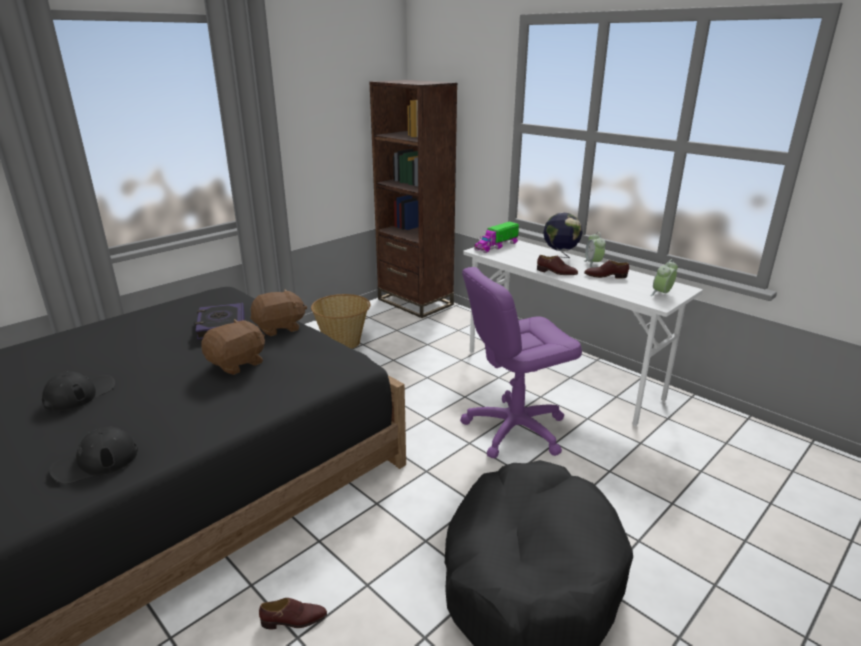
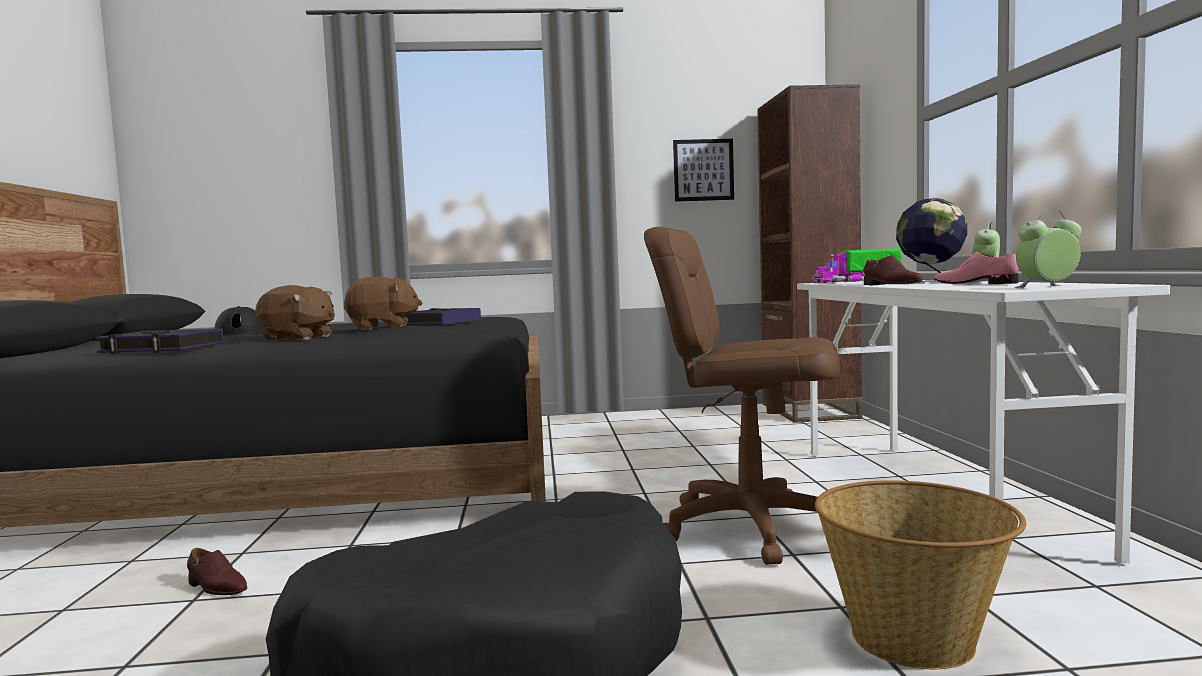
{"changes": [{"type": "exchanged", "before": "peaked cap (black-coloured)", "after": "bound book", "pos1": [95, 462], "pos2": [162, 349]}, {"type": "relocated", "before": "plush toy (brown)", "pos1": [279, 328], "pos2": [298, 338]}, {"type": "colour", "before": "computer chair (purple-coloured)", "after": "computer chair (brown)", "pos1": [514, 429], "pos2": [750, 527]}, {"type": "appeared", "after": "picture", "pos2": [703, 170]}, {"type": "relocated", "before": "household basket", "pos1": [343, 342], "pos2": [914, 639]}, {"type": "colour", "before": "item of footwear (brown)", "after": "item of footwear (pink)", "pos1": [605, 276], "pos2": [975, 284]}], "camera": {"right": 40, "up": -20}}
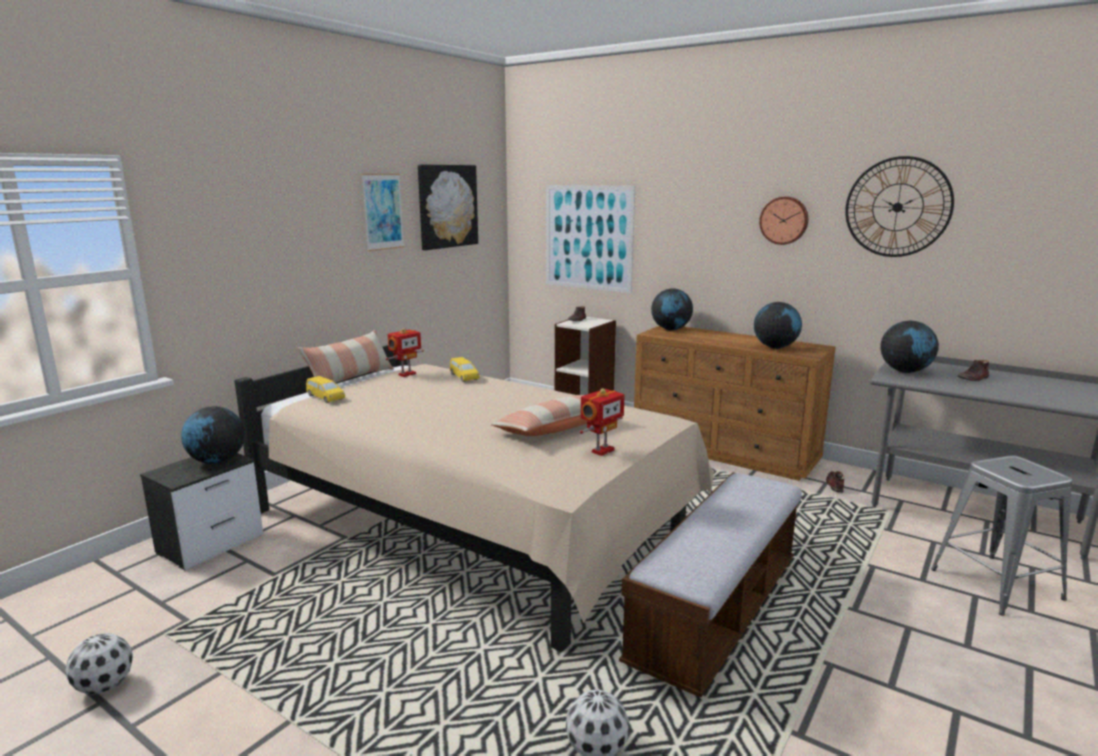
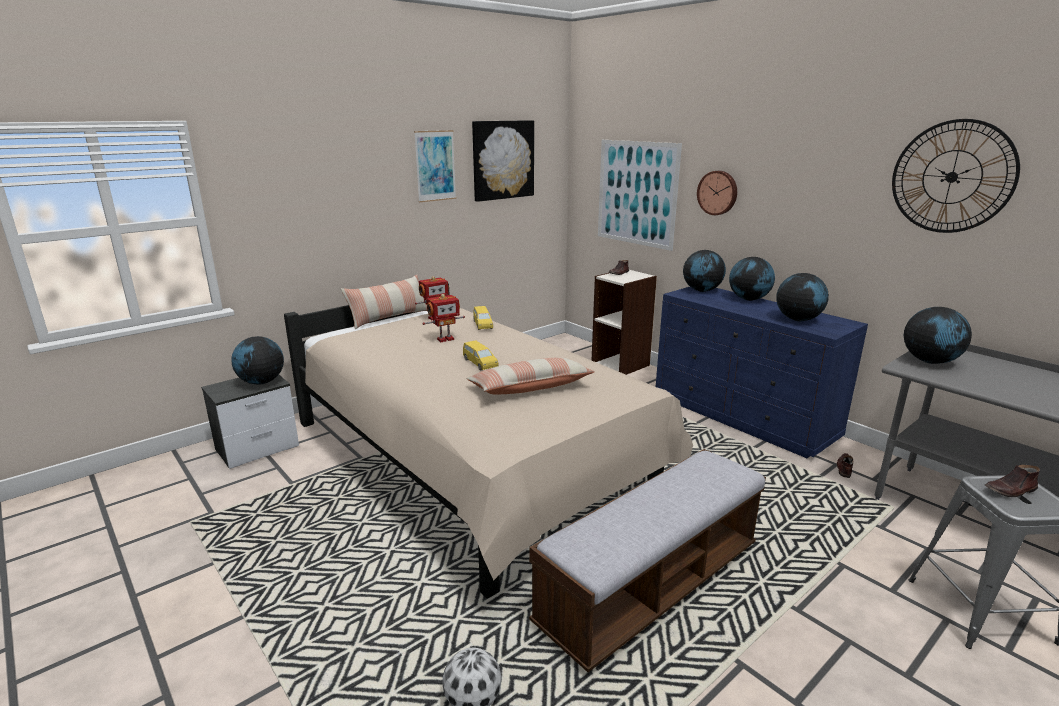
{"changes": [{"type": "relocated", "before": "toy robot", "pos1": [601, 450], "pos2": [445, 339]}, {"type": "relocated", "before": "model car (yellow)", "pos1": [325, 397], "pos2": [480, 363]}, {"type": "colour", "before": "drawer chest (brown)", "after": "drawer chest (blue-coloured)", "pos1": [725, 451], "pos2": [743, 416]}, {"type": "relocated", "before": "clock on the wall", "pos1": [784, 220], "pos2": [718, 192]}, {"type": "appeared", "after": "world globe", "pos2": [749, 299]}, {"type": "relocated", "before": "item of footwear (brown)", "pos1": [973, 378], "pos2": [1010, 490]}, {"type": "missing", "before": "football ball", "pos1": [105, 686]}], "camera": {"right": 15, "up": 5}}
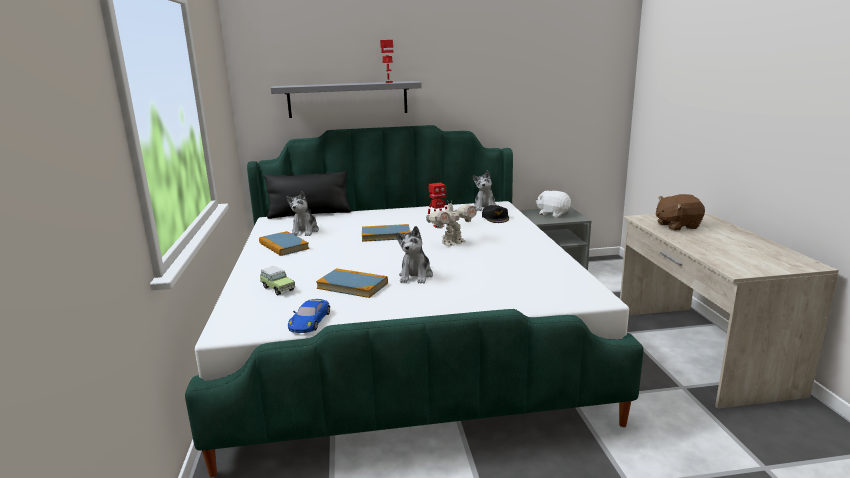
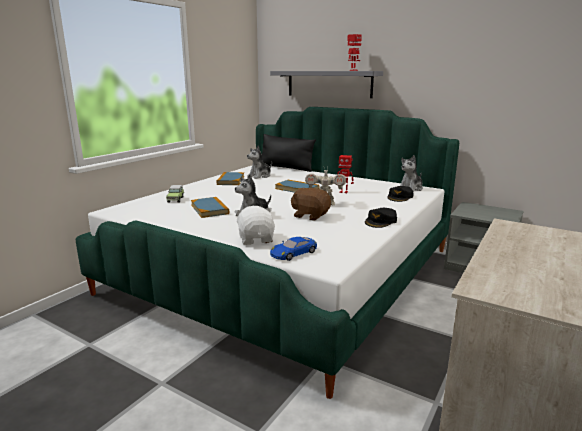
{"changes": [{"type": "relocated", "before": "plush toy (white)", "pos1": [553, 214], "pos2": [256, 239]}, {"type": "relocated", "before": "model car (blue-coloured)", "pos1": [310, 321], "pos2": [293, 253]}, {"type": "relocated", "before": "plush toy (brown)", "pos1": [677, 226], "pos2": [310, 215]}, {"type": "appeared", "after": "peaked cap (black-coloured)", "pos2": [381, 221]}], "camera": {"right": 40, "up": 0}}
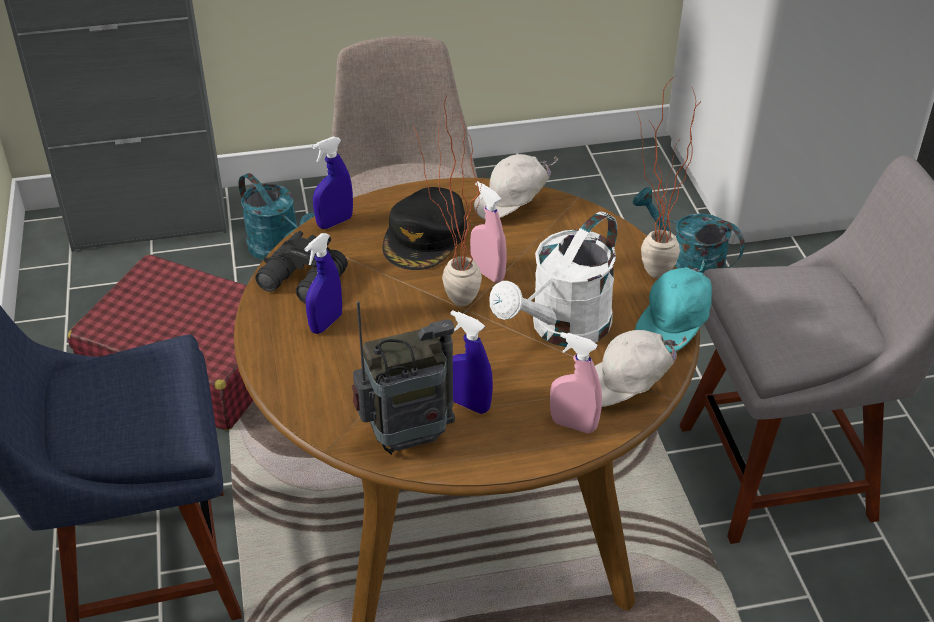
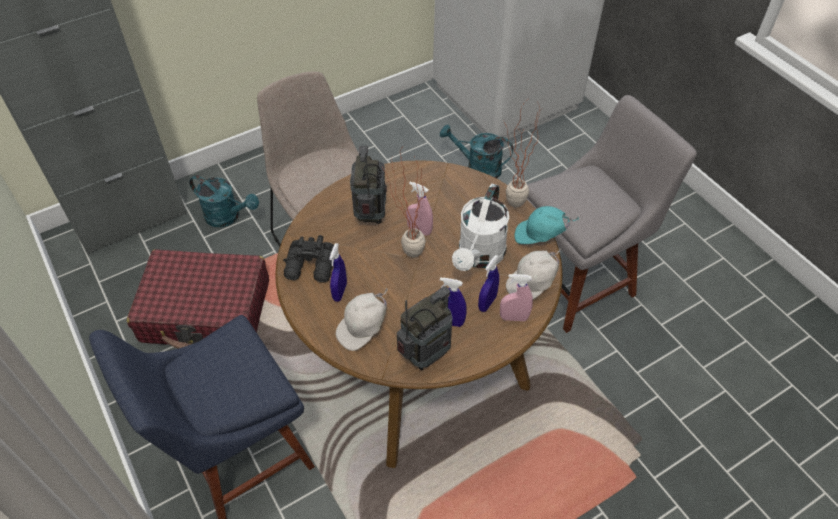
{"changes": [{"type": "relocated", "before": "peaked cap (white)", "pos1": [513, 205], "pos2": [363, 328]}, {"type": "exchanged", "before": "peaked cap (black-coloured)", "after": "radio set", "pos1": [425, 237], "pos2": [371, 215]}, {"type": "relocated", "before": "spray bottle (blue-coloured)", "pos1": [335, 222], "pos2": [487, 303]}, {"type": "spun", "before": "peaked cap (blue-green)", "pos1": [675, 326], "pos2": [540, 236], "turn": 75}], "camera": {"right": -20, "up": 10}}
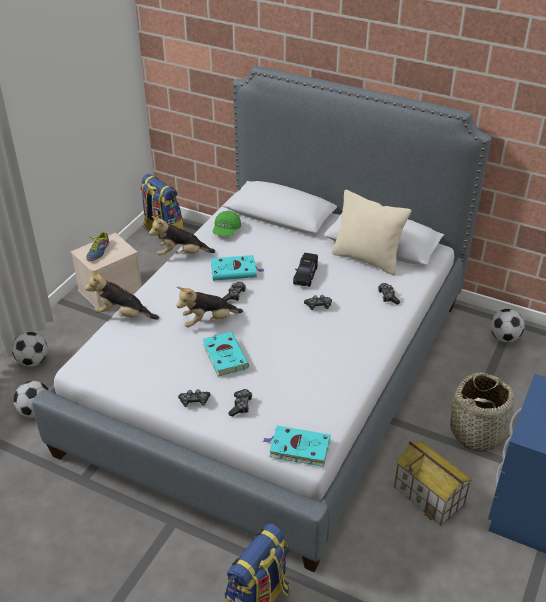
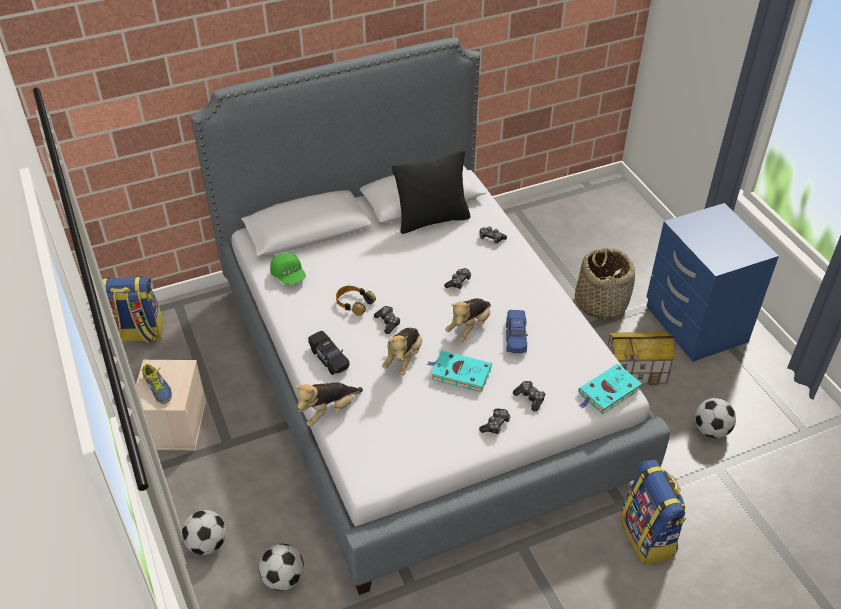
{"changes": [{"type": "relocated", "before": "model car (black-coloured)", "pos1": [305, 275], "pos2": [329, 358]}, {"type": "exchanged", "before": "bound book (blue-green)", "after": "headphones", "pos1": [235, 270], "pos2": [354, 303]}, {"type": "colour", "before": "pillow (sand-coloured)", "after": "pillow (black-coloured)", "pos1": [367, 259], "pos2": [432, 219]}, {"type": "relocated", "before": "plush toy", "pos1": [181, 254], "pos2": [469, 327]}, {"type": "appeared", "after": "model car (blue-coloured)", "pos2": [516, 337]}, {"type": "relocated", "before": "football ball", "pos1": [504, 338], "pos2": [711, 430]}], "camera": {"right": -50, "up": 5}}
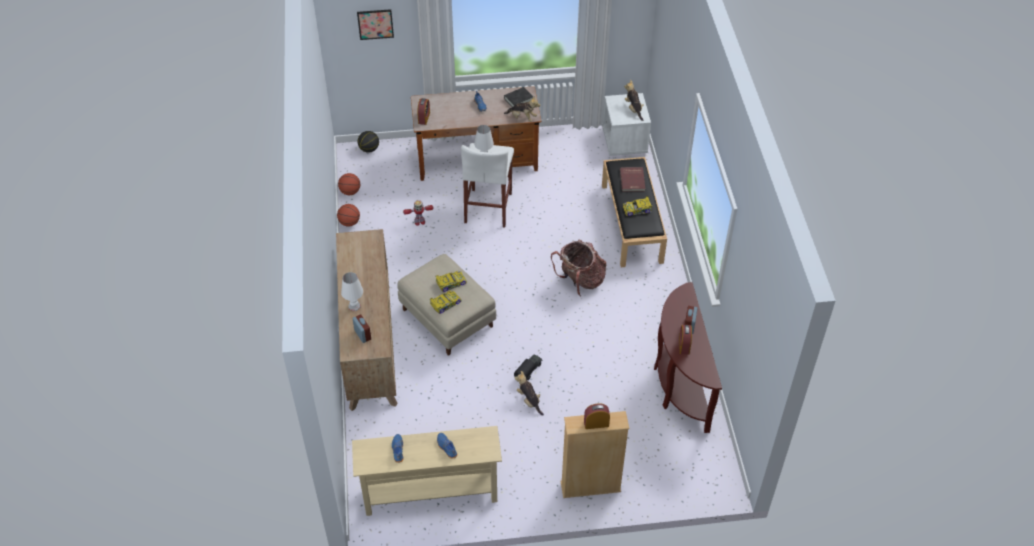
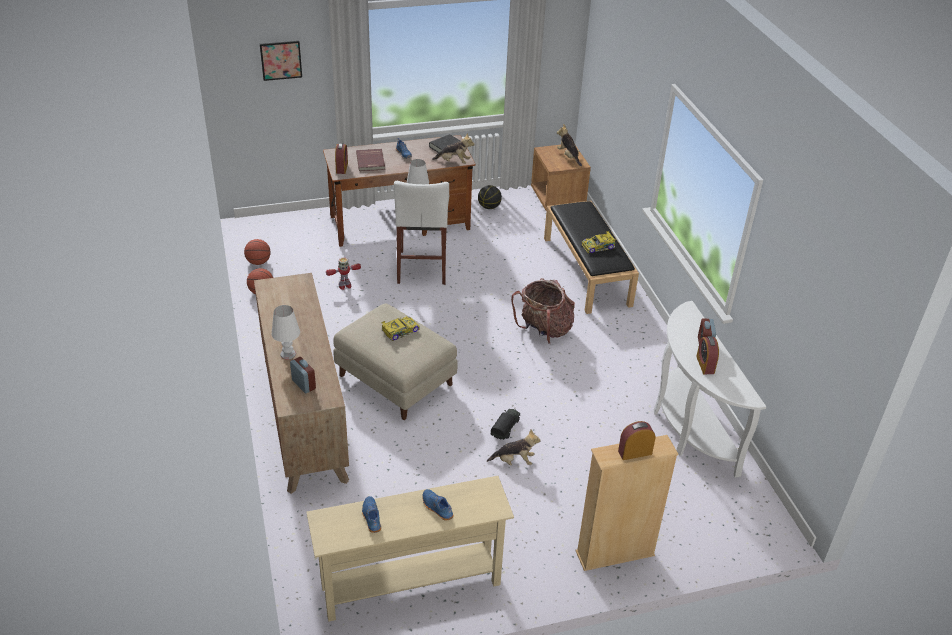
{"changes": [{"type": "relocated", "before": "bound book (reddish)", "pos1": [633, 180], "pos2": [371, 161]}, {"type": "relocated", "before": "ball for basketball", "pos1": [369, 149], "pos2": [489, 207]}, {"type": "spun", "before": "plush toy", "pos1": [529, 400], "pos2": [514, 461], "turn": 135}, {"type": "colour", "before": "nightstand (white)", "after": "nightstand (brown)", "pos1": [624, 141], "pos2": [558, 198]}, {"type": "colour", "before": "console table (brown)", "after": "console table (white)", "pos1": [679, 385], "pos2": [689, 428]}, {"type": "missing", "before": "model car", "pos1": [445, 304]}], "camera": {"right": -10, "up": -10}}
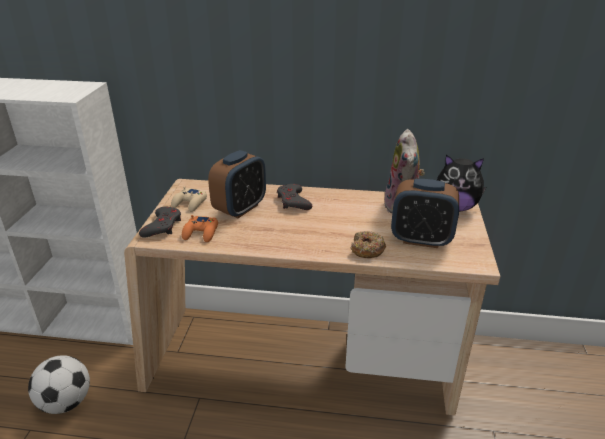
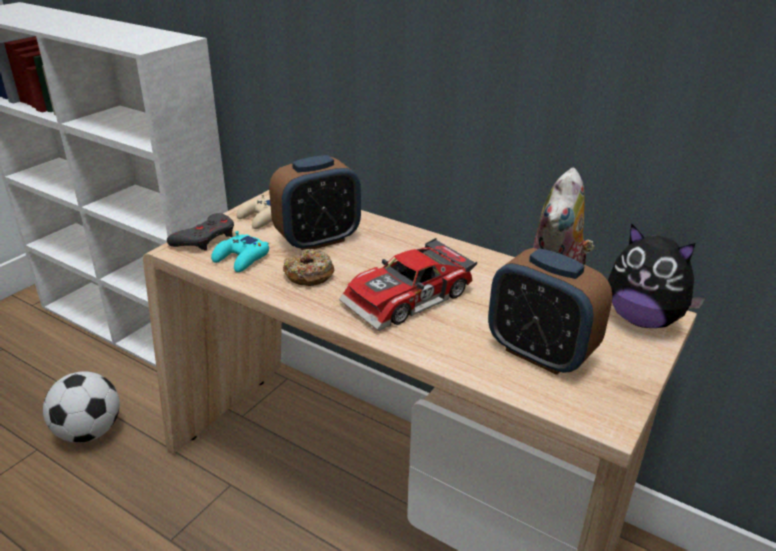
{"changes": [{"type": "colour", "before": "gamepad (orangey)", "after": "gamepad (blue-green)", "pos1": [201, 233], "pos2": [241, 258]}, {"type": "relocated", "before": "donut", "pos1": [367, 250], "pos2": [309, 275]}, {"type": "appeared", "after": "model car", "pos2": [410, 299]}, {"type": "missing", "before": "gamepad (gray)", "pos1": [293, 201]}], "camera": {"right": 25, "up": 0}}
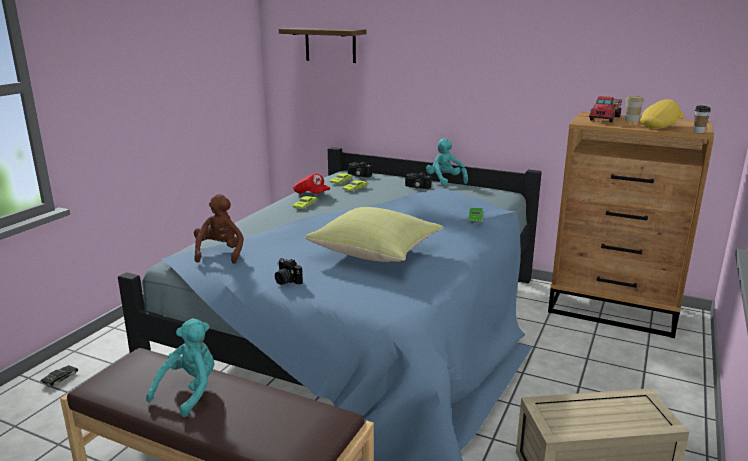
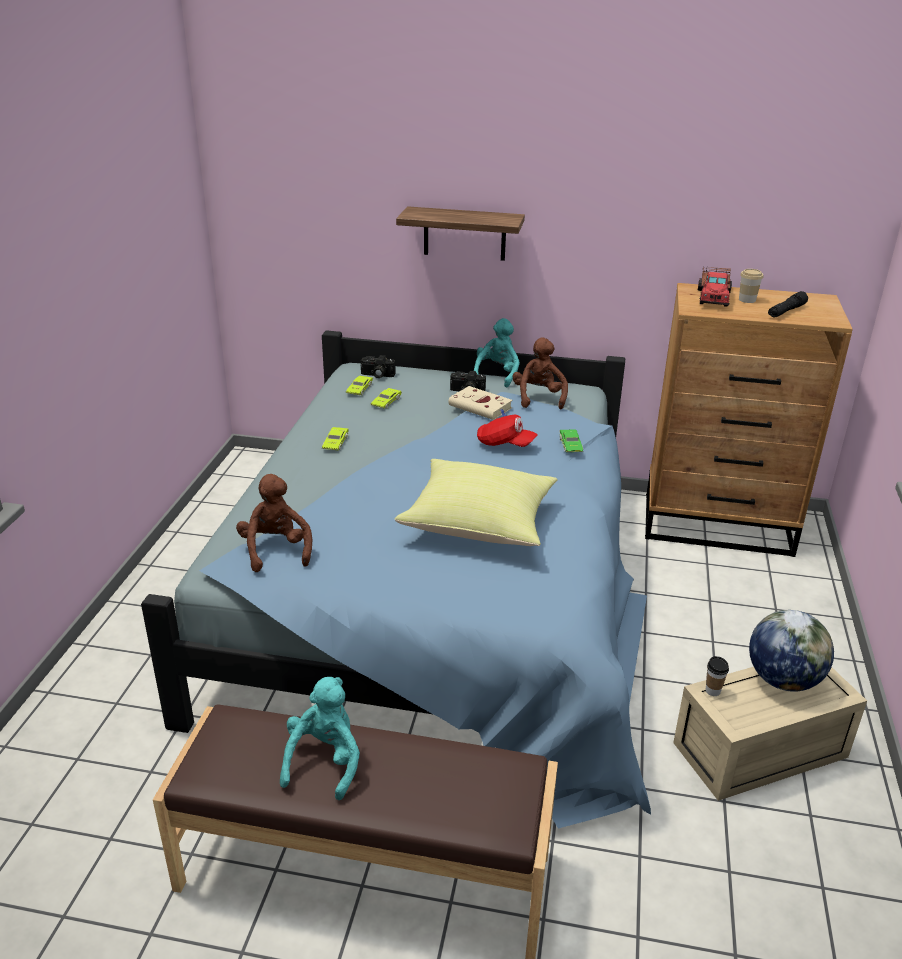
{"changes": [{"type": "relocated", "before": "wall shelf", "pos1": [330, 45], "pos2": [464, 233]}, {"type": "appeared", "after": "bound book (sand-coloured)", "pos2": [482, 407]}, {"type": "spun", "before": "plush toy (blue-green)", "pos1": [445, 181], "pos2": [497, 375], "turn": 60}, {"type": "relocated", "before": "peaked cap (reddish)", "pos1": [311, 194], "pos2": [505, 444]}, {"type": "appeared", "after": "plush toy (brown)", "pos2": [538, 397]}, {"type": "relocated", "before": "cup", "pos1": [698, 132], "pos2": [712, 691]}, {"type": "appeared", "after": "world globe", "pos2": [783, 680]}, {"type": "exchanged", "before": "peaked cap (yellow)", "after": "torch (black-coloured)", "pos1": [660, 126], "pos2": [786, 311]}, {"type": "missing", "before": "model car (black-coloured)", "pos1": [60, 379]}, {"type": "missing", "before": "photo camera", "pos1": [286, 281]}], "camera": {"right": -15, "up": 10}}
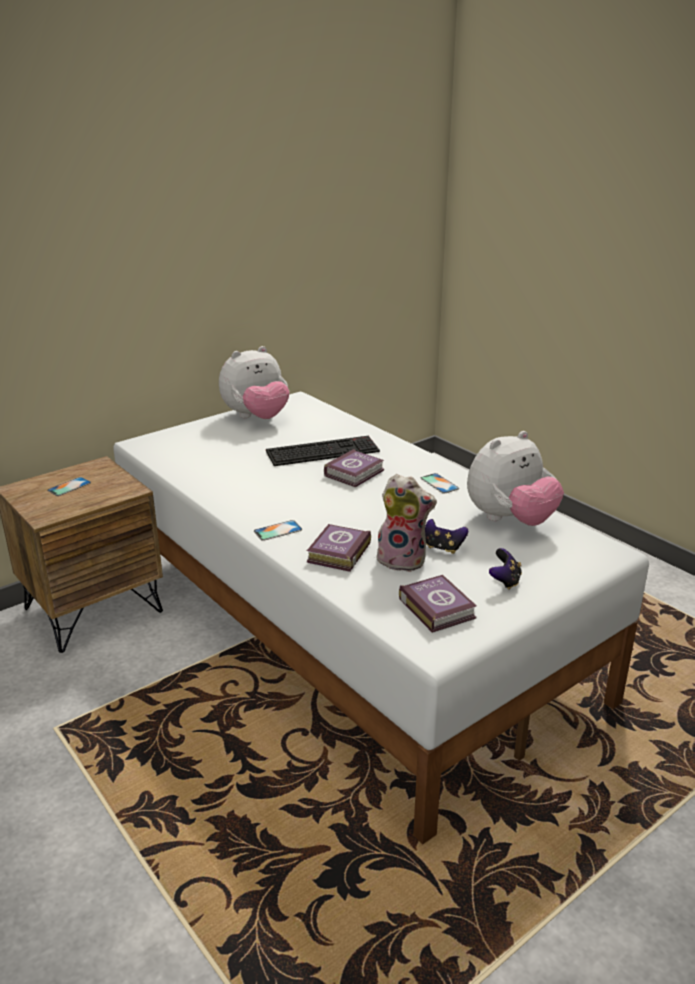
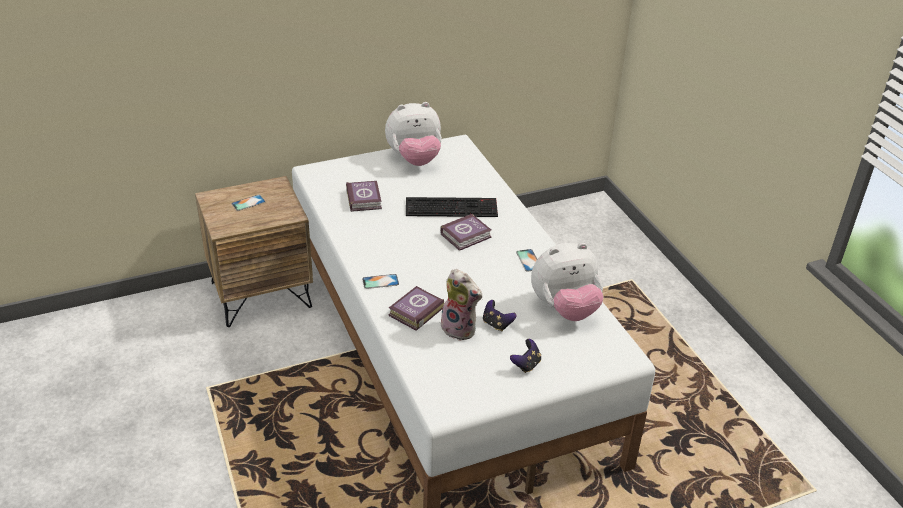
{"changes": [{"type": "relocated", "before": "bound book", "pos1": [437, 607], "pos2": [364, 198]}], "camera": {"right": 15, "up": 10}}
